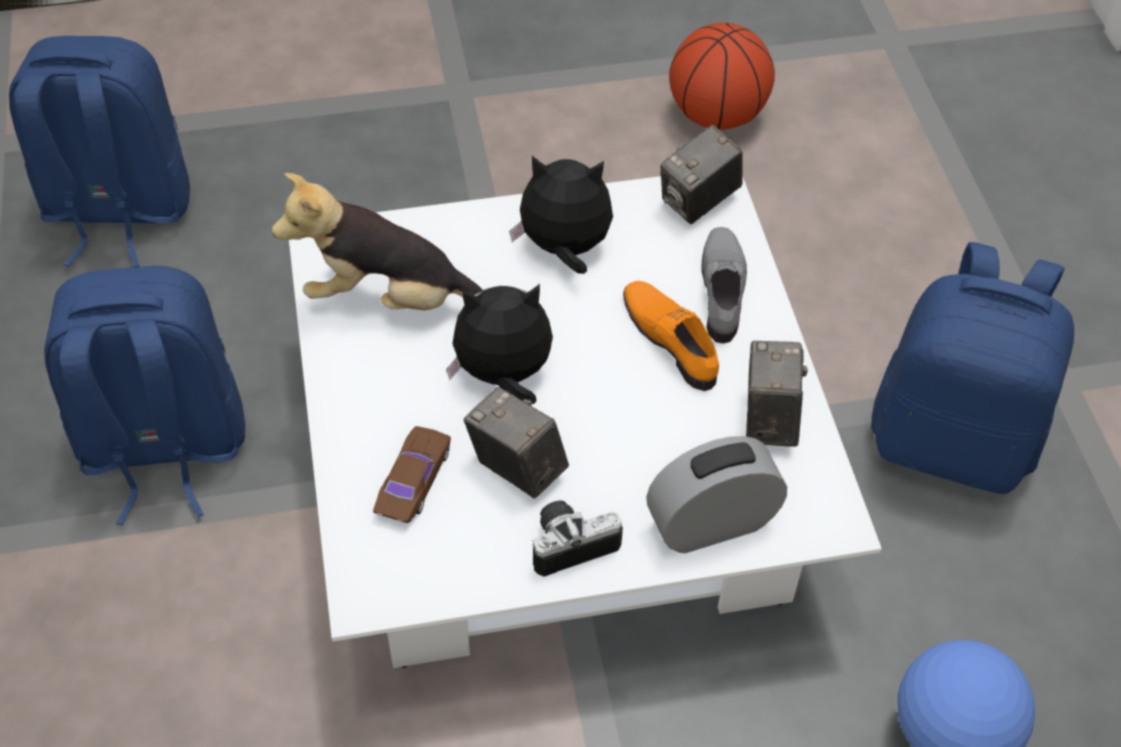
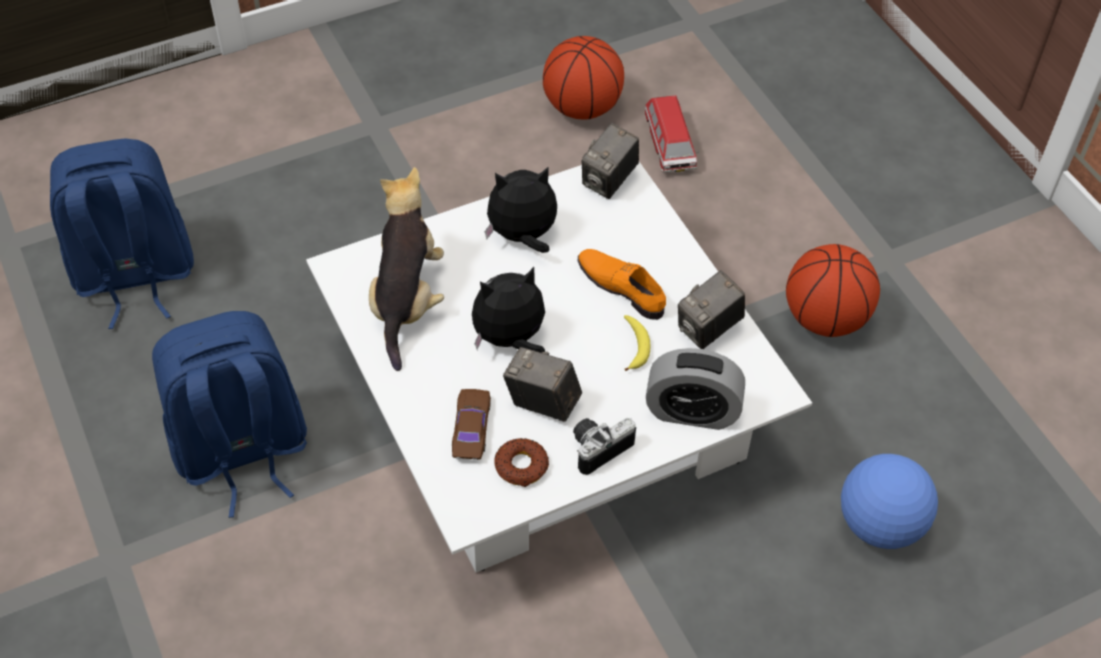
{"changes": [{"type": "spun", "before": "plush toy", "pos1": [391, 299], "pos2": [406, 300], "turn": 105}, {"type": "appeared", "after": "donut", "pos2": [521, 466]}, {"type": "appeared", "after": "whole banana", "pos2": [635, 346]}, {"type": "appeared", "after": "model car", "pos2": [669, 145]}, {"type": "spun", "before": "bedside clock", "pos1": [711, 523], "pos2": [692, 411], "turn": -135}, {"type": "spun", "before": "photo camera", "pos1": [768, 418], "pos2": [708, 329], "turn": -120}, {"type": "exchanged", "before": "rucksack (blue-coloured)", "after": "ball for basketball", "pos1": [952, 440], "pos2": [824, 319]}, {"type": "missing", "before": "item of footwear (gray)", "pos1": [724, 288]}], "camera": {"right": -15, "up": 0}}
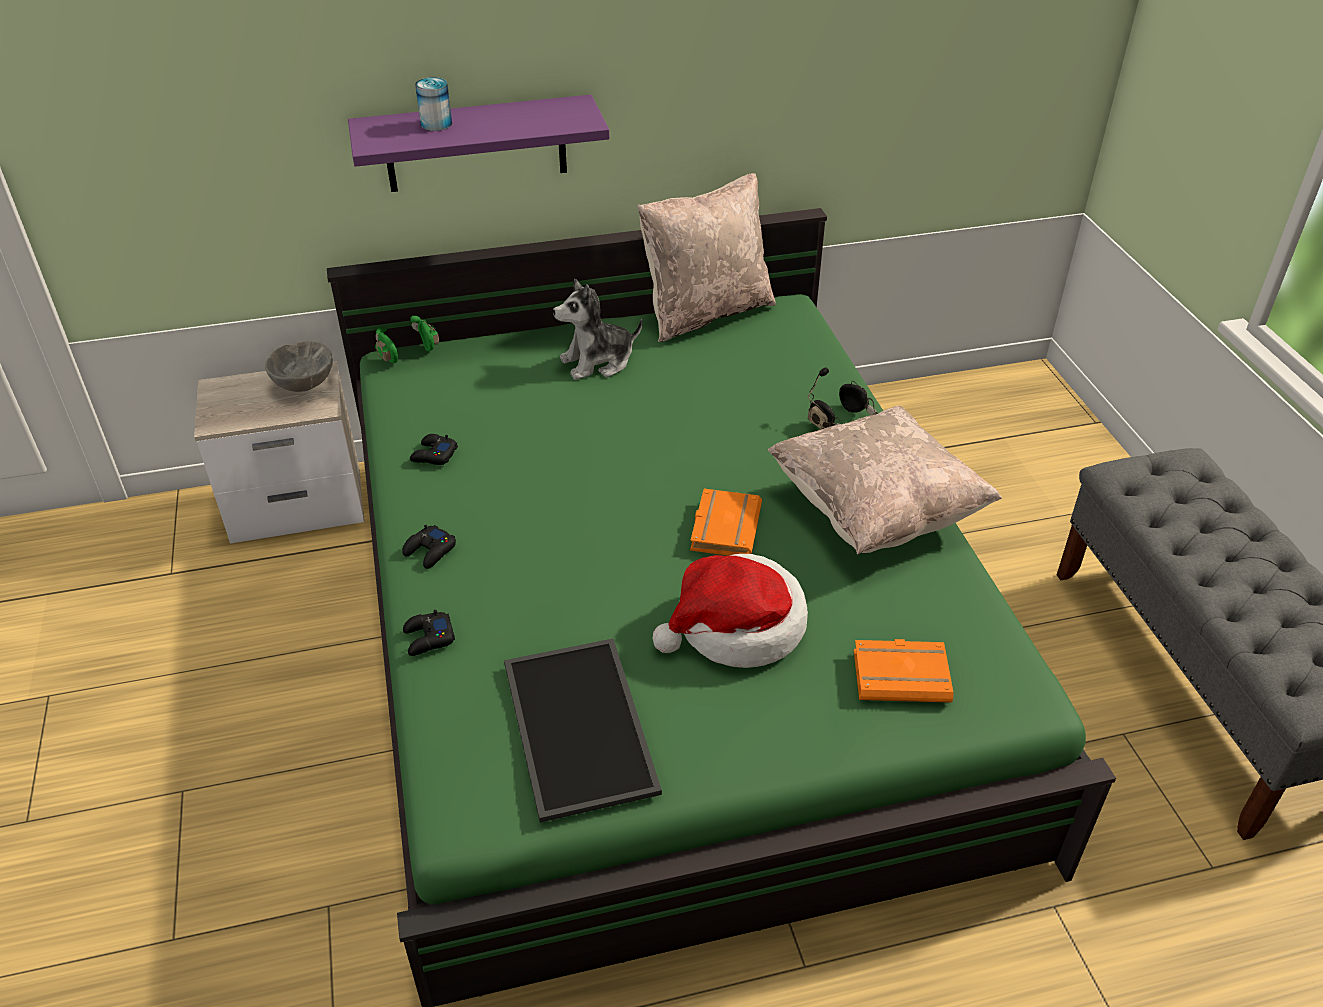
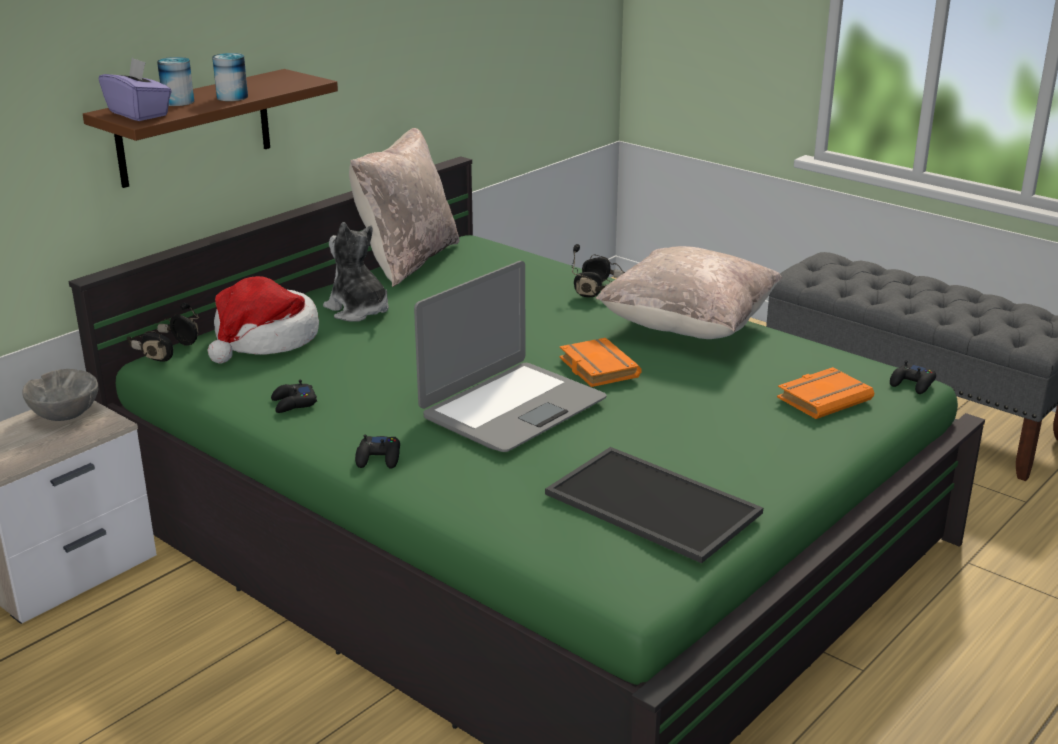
{"changes": [{"type": "colour", "before": "wall shelf (purple-coloured)", "after": "wall shelf (brown)", "pos1": [476, 144], "pos2": [194, 128]}, {"type": "appeared", "after": "tissue box (purple-coloured)", "pos2": [139, 114]}, {"type": "colour", "before": "headphones (green)", "after": "headphones (black-coloured)", "pos1": [404, 348], "pos2": [162, 350]}, {"type": "relocated", "before": "clothing hat", "pos1": [736, 627], "pos2": [265, 340]}, {"type": "appeared", "after": "metal can", "pos2": [232, 97]}, {"type": "spun", "before": "plush toy", "pos1": [598, 362], "pos2": [358, 311], "turn": 105}, {"type": "appeared", "after": "notebook computer", "pos2": [512, 408]}, {"type": "relocated", "before": "gamepad (black-coloured)", "pos1": [428, 638], "pos2": [912, 384]}], "camera": {"right": -35, "up": -15}}
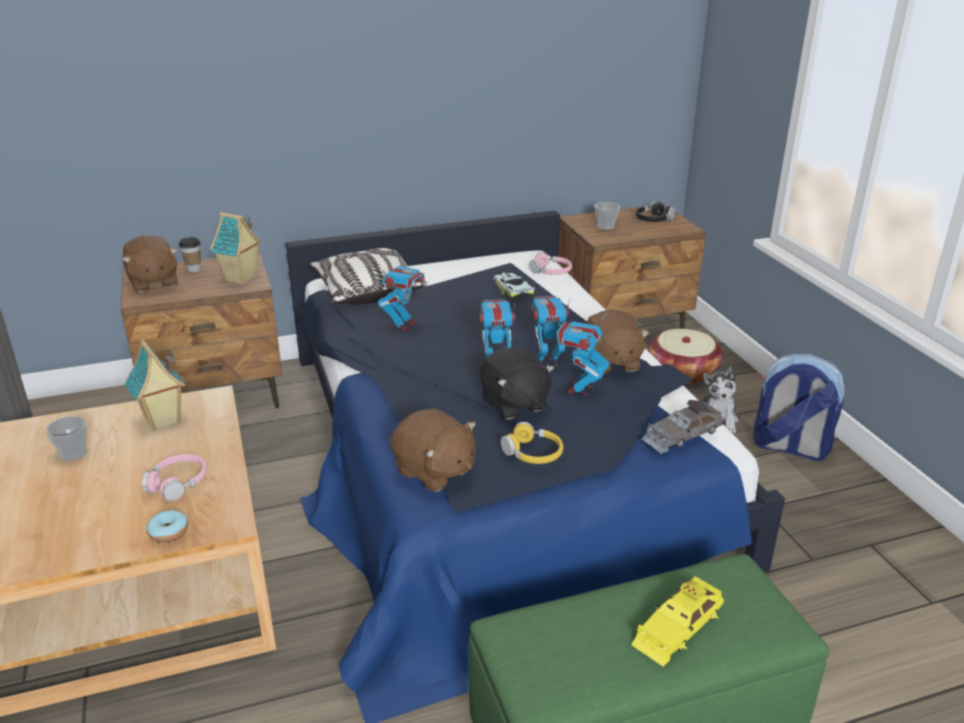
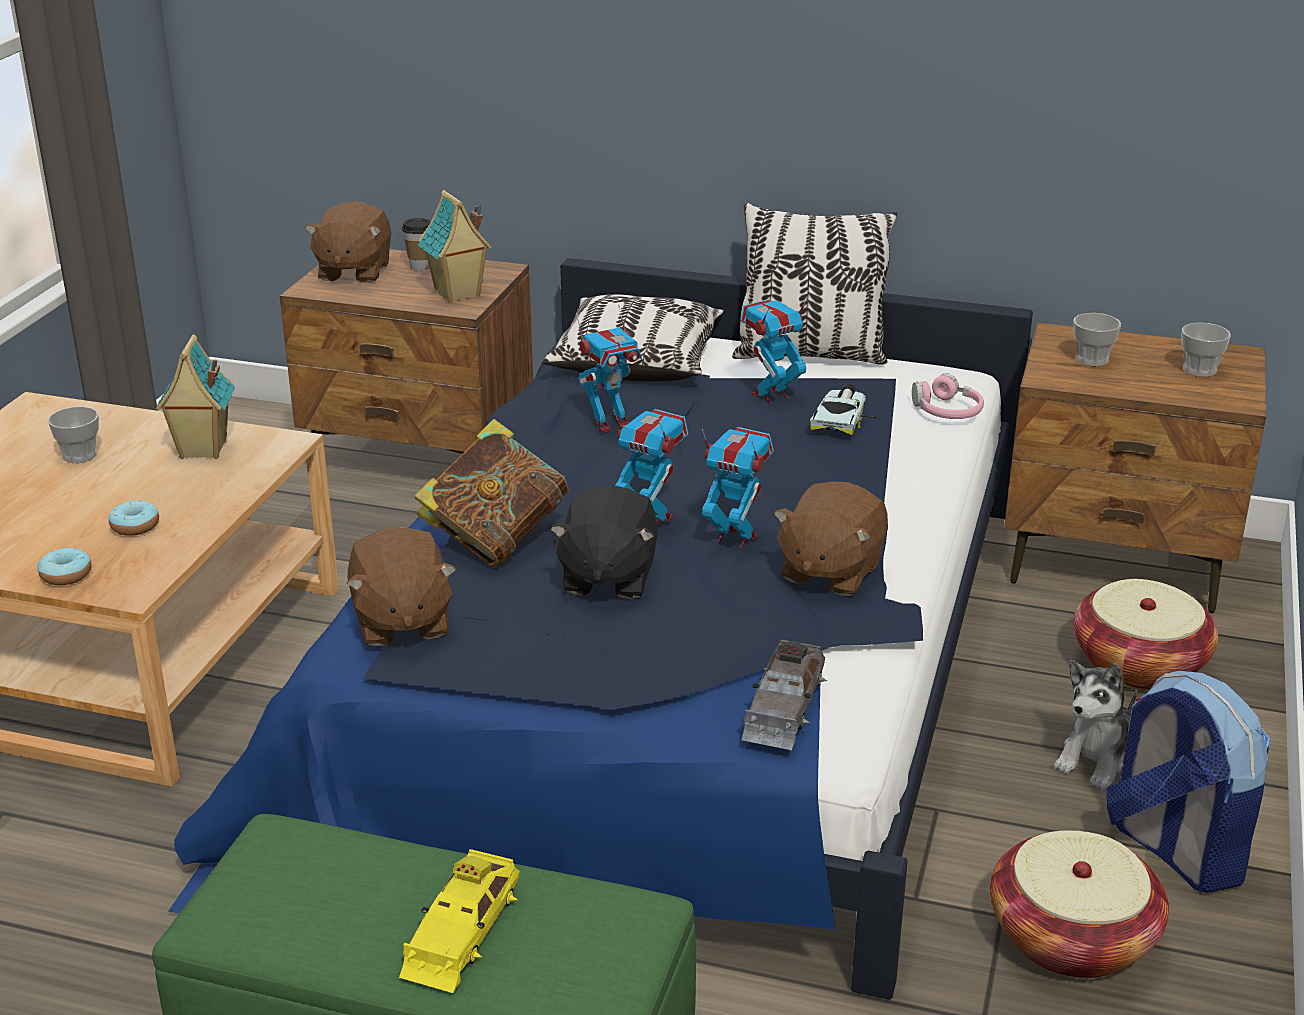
{"changes": [{"type": "exchanged", "before": "headphones (pink)", "after": "donut", "pos1": [178, 483], "pos2": [135, 526]}, {"type": "spun", "before": "model car (yellow)", "pos1": [677, 627], "pos2": [461, 931], "turn": -60}, {"type": "appeared", "after": "bound book", "pos2": [495, 538]}, {"type": "appeared", "after": "pillow", "pos2": [810, 355]}, {"type": "relocated", "before": "toy robot", "pos1": [579, 389], "pos2": [771, 395]}, {"type": "spun", "before": "model car (gray)", "pos1": [681, 434], "pos2": [783, 706], "turn": -75}, {"type": "appeared", "after": "household basket", "pos2": [1071, 938]}, {"type": "exchanged", "before": "headphones (black-coloured)", "after": "cup", "pos1": [653, 219], "pos2": [1199, 370]}, {"type": "missing", "before": "headphones (yellow)", "pos1": [533, 453]}], "camera": {"right": 35, "up": 0}}
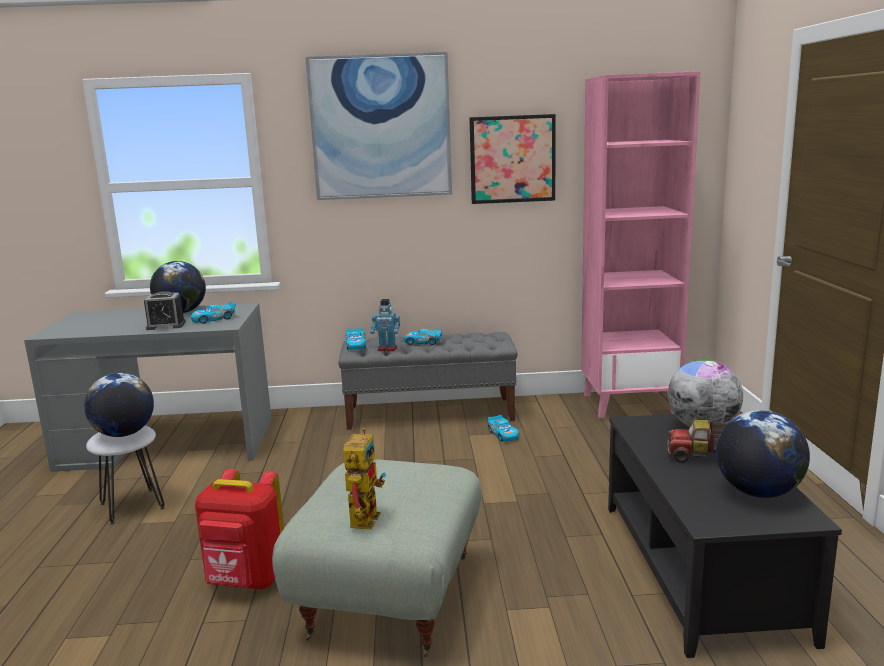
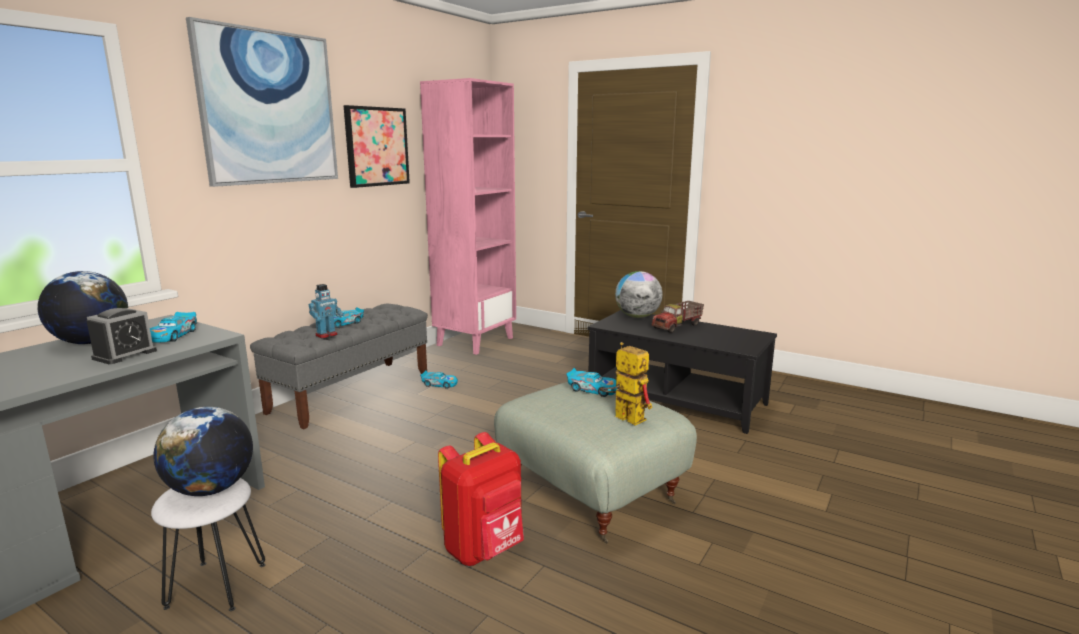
{"changes": [{"type": "relocated", "before": "model car", "pos1": [356, 345], "pos2": [593, 389]}, {"type": "missing", "before": "world globe", "pos1": [758, 492]}], "camera": {"right": -55, "up": 0}}
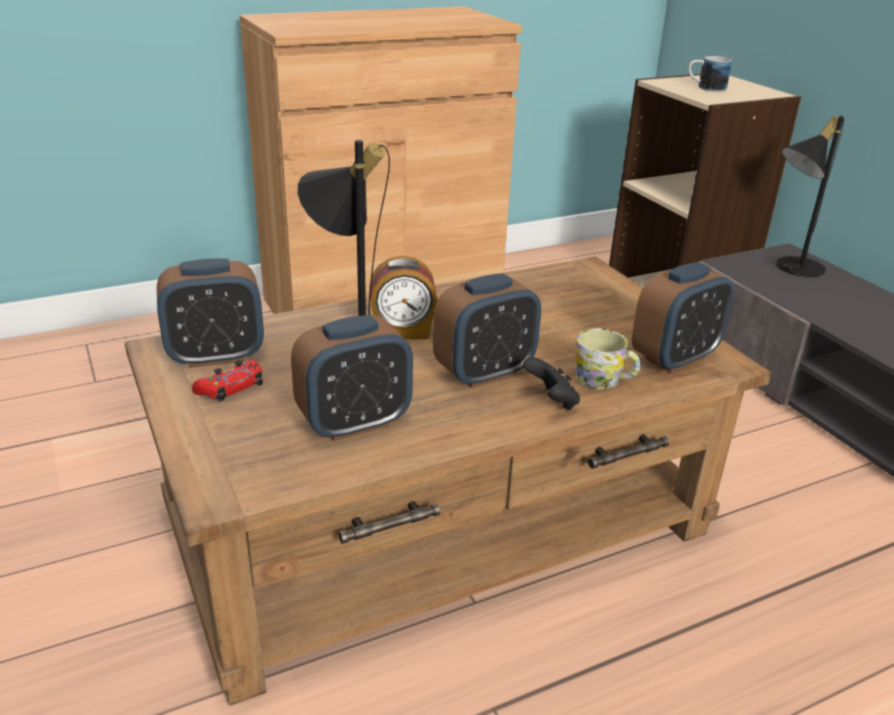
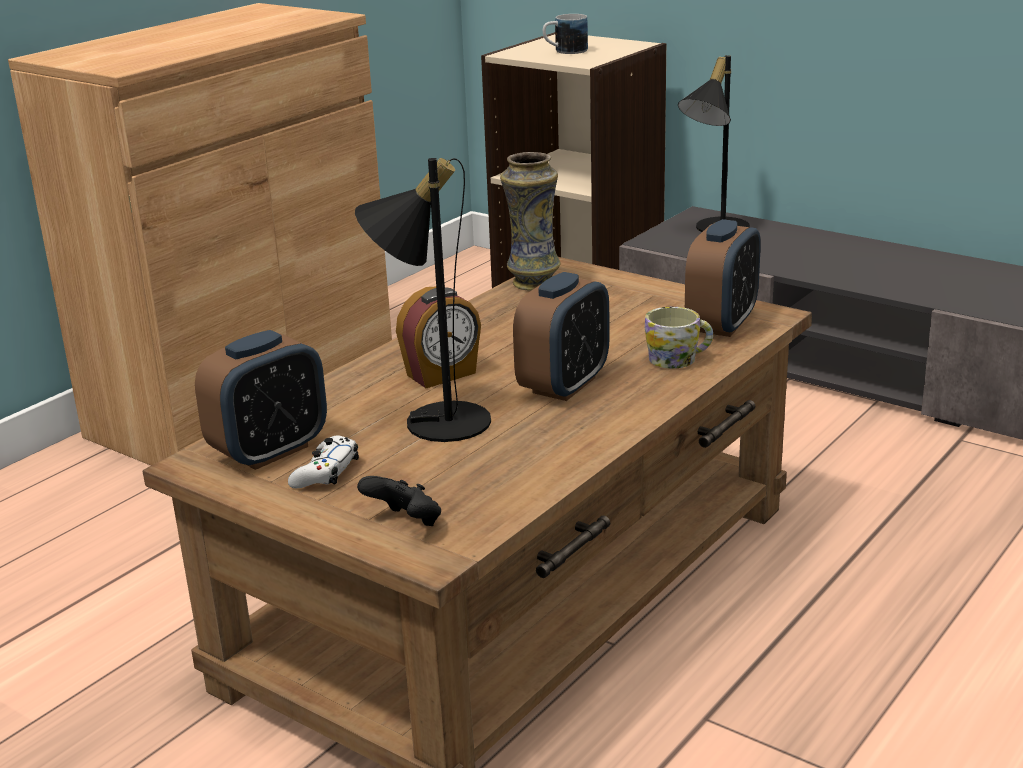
{"changes": [{"type": "colour", "before": "gamepad (reddish)", "after": "gamepad (white)", "pos1": [231, 388], "pos2": [326, 472]}, {"type": "relocated", "before": "gamepad (black-coloured)", "pos1": [551, 401], "pos2": [405, 523]}, {"type": "appeared", "after": "flower vase", "pos2": [532, 283]}, {"type": "missing", "before": "bedside clock", "pos1": [354, 423]}], "camera": {"right": -25, "up": -5}}
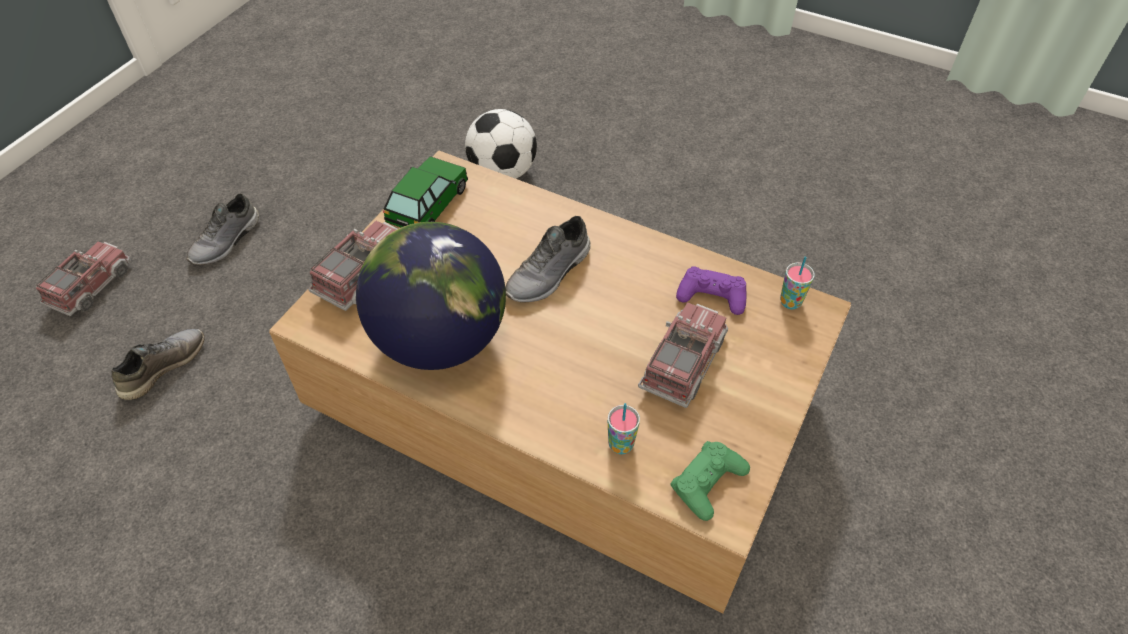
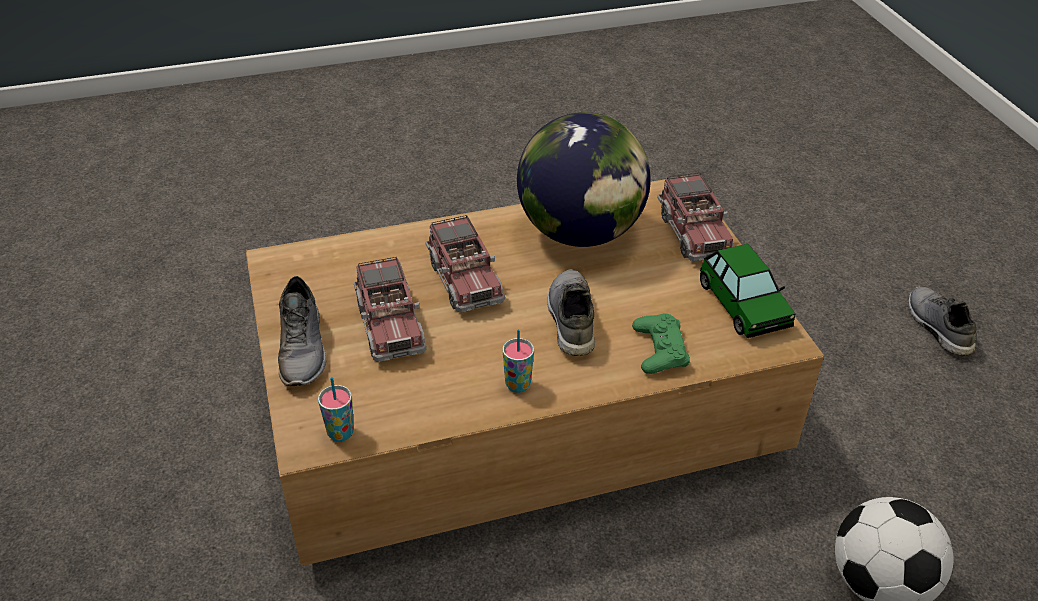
{"changes": [{"type": "relocated", "before": "item of footwear (gray)", "pos1": [163, 367], "pos2": [303, 348]}, {"type": "relocated", "before": "toy lorry", "pos1": [91, 286], "pos2": [464, 279]}, {"type": "relocated", "before": "cup", "pos1": [621, 445], "pos2": [517, 385]}, {"type": "relocated", "before": "gamepad (green)", "pos1": [708, 482], "pos2": [659, 349]}, {"type": "missing", "before": "gamepad (purple-coloured)", "pos1": [712, 295]}], "camera": {"right": 135, "up": -10}}
